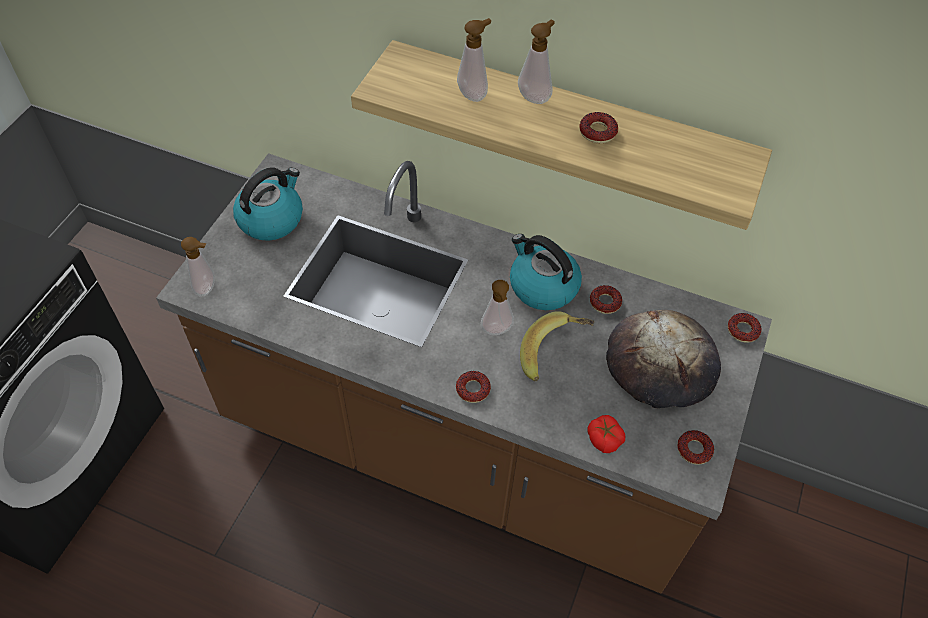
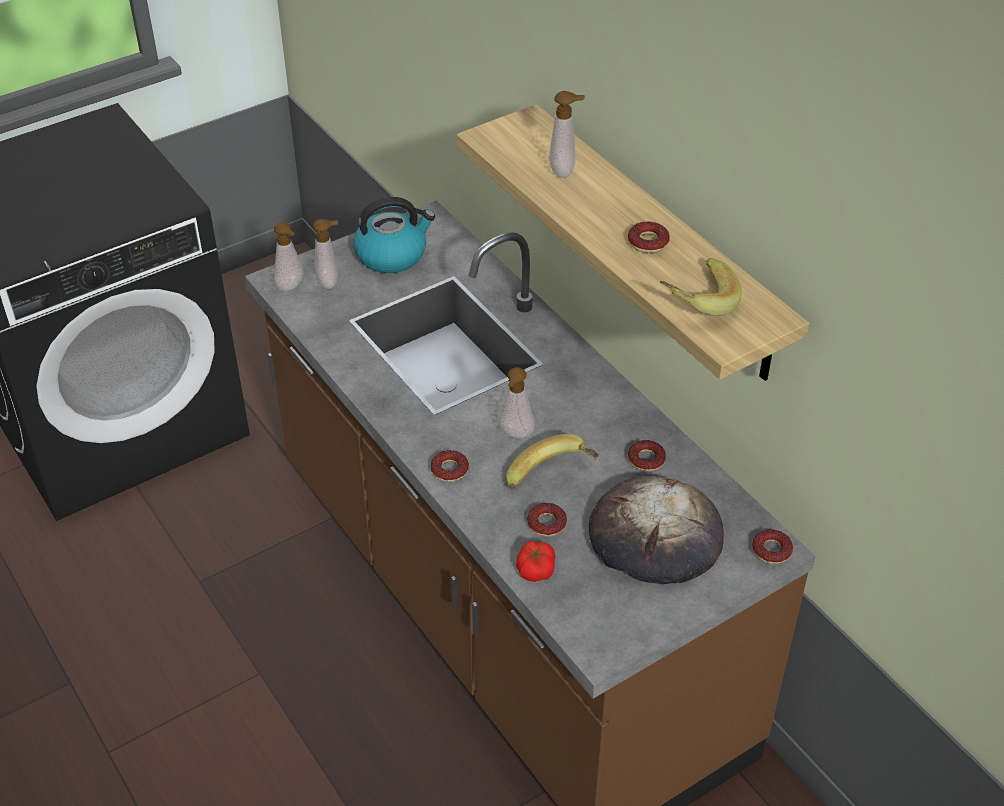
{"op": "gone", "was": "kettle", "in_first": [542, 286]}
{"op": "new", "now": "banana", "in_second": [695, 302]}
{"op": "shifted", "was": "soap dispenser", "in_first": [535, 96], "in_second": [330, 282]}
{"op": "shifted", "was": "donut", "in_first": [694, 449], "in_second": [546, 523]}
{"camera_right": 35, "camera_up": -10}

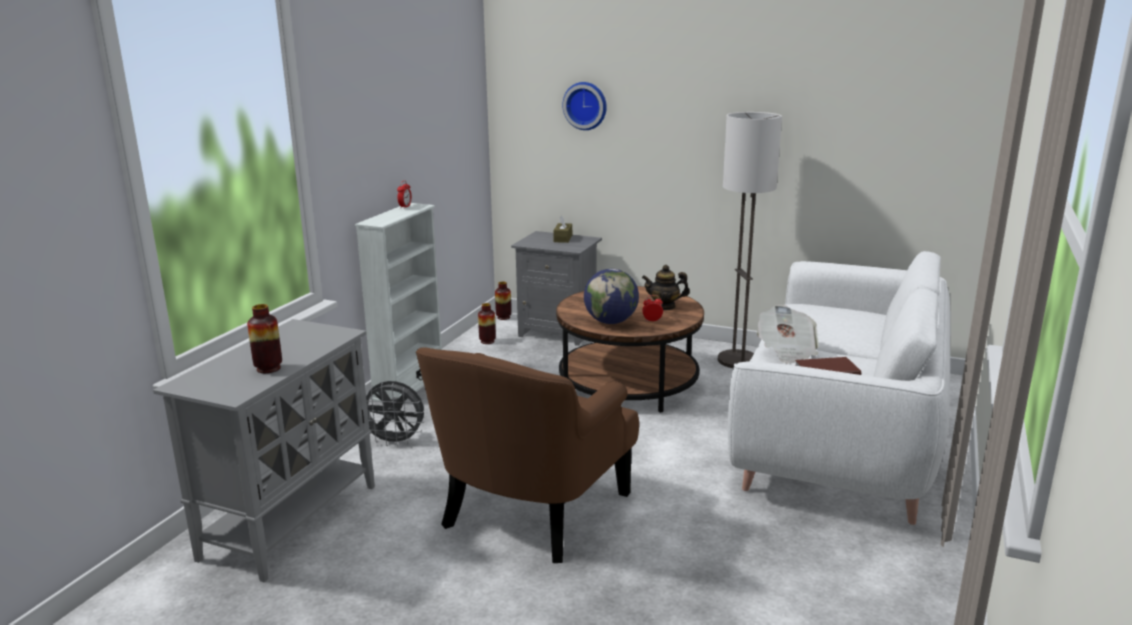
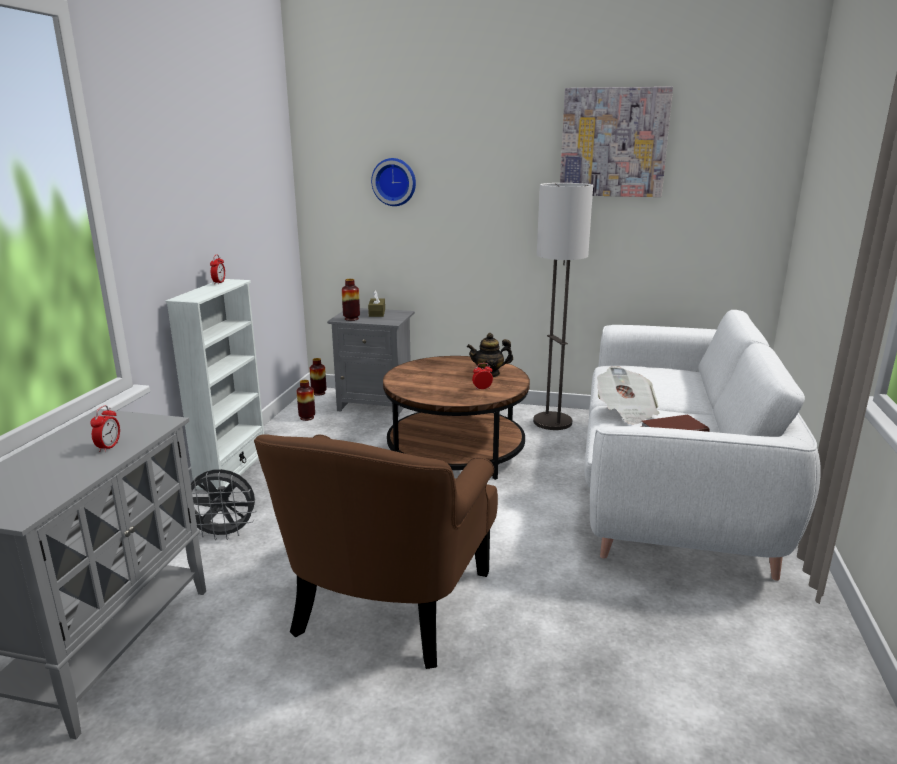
{"op": "gone", "was": "globe", "in_first": [611, 322]}
{"op": "new", "now": "alarm clock", "in_second": [109, 447]}
{"op": "new", "now": "picture", "in_second": [613, 143]}
{"op": "shifted", "was": "vase", "in_first": [268, 368], "in_second": [351, 319]}
{"camera_right": -10, "camera_up": 0}

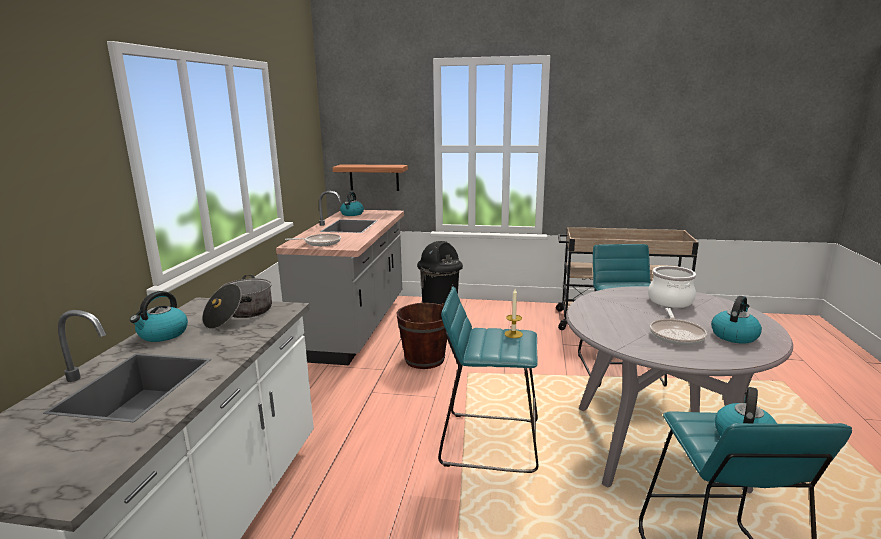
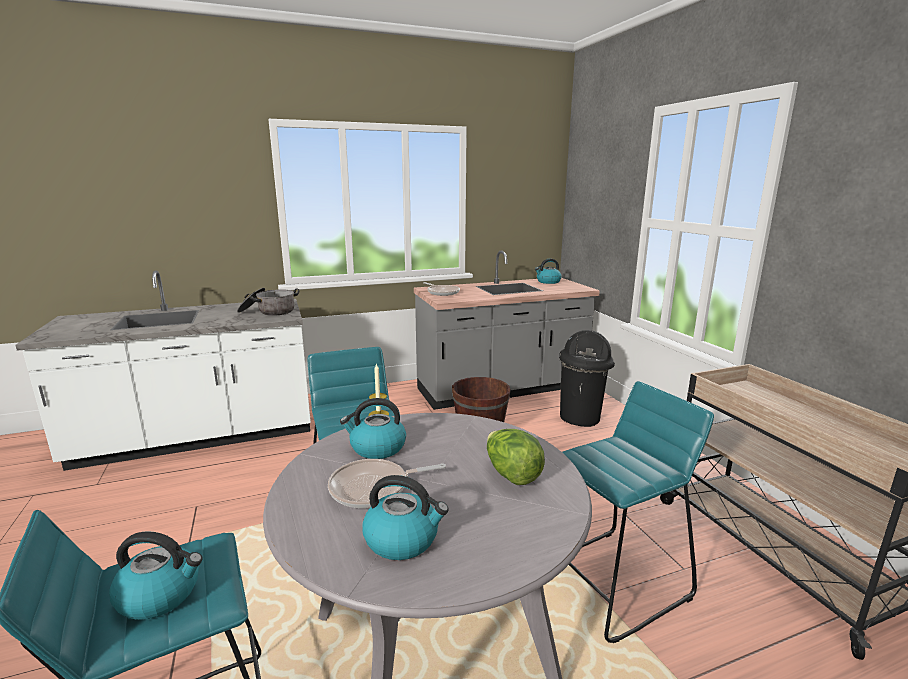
{"op": "gone", "was": "shelf", "in_first": [374, 177]}
{"op": "shifted", "was": "kettle", "in_first": [163, 334], "in_second": [377, 448]}
{"op": "swapped", "was": "cooking pot", "now": "lettuce", "in_first": [670, 301], "in_second": [511, 474]}
{"camera_right": 60, "camera_up": 0}

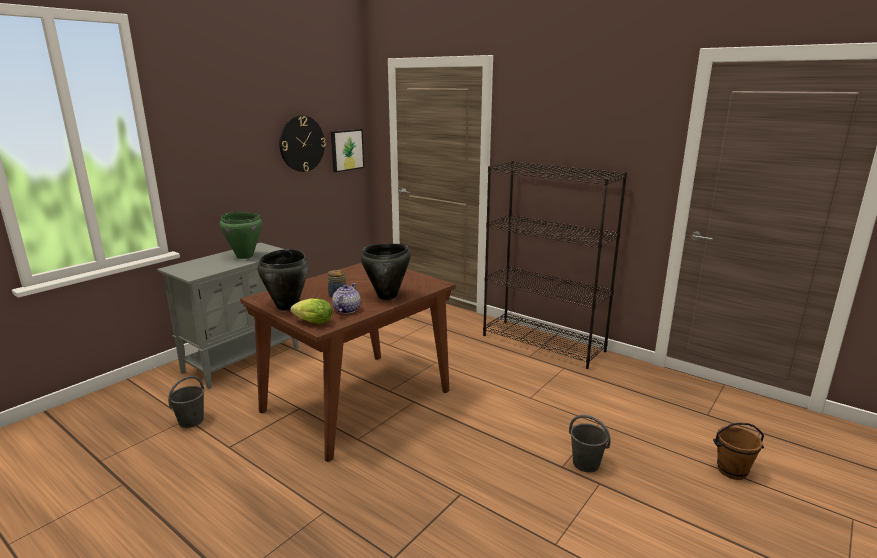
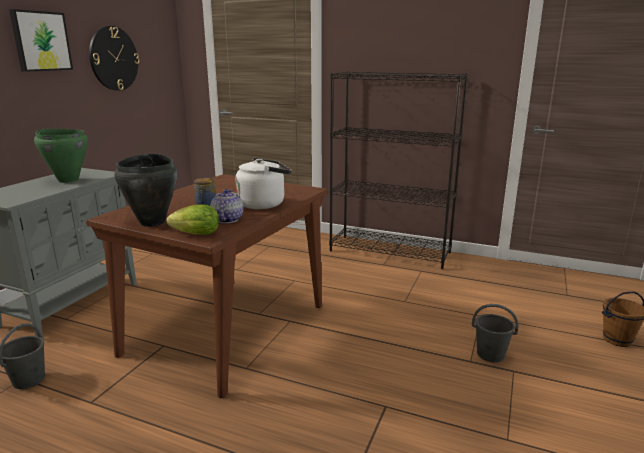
{"op": "shifted", "was": "picture", "in_first": [346, 150], "in_second": [41, 41]}
{"op": "swapped", "was": "black cooking pot", "now": "white kettle", "in_first": [387, 296], "in_second": [264, 204]}
{"camera_right": -15, "camera_up": 0}

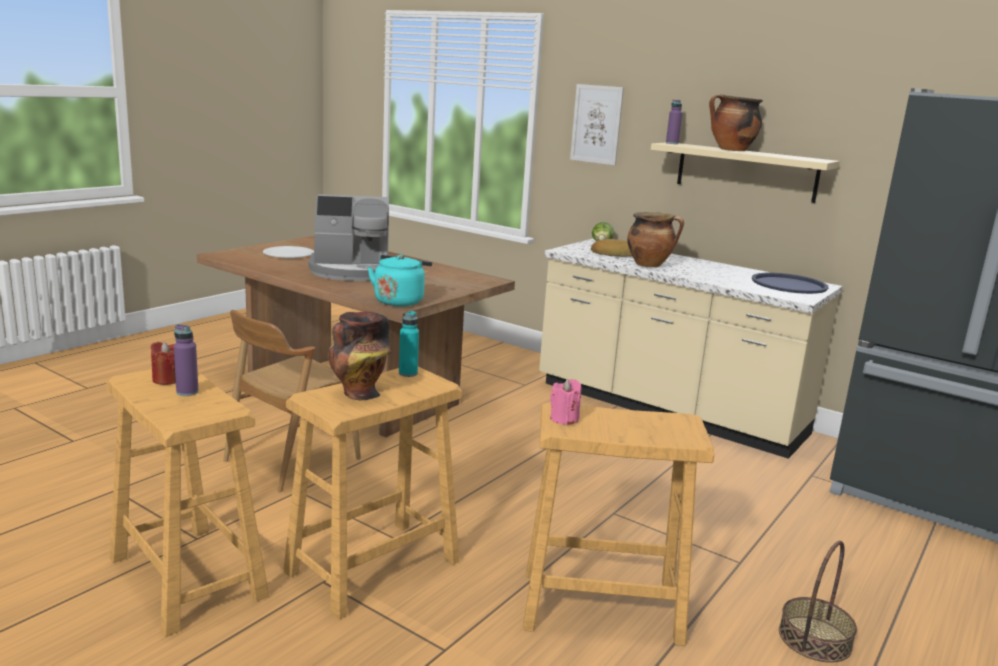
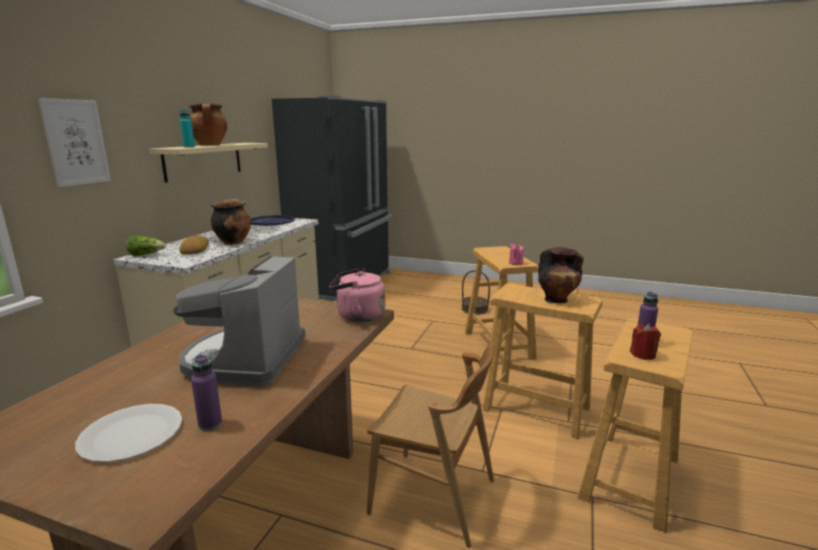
{"op": "shifted", "was": "turquoise bottle", "in_first": [408, 373], "in_second": [189, 147]}
{"op": "shifted", "was": "purple bottle", "in_first": [672, 143], "in_second": [210, 424]}
{"op": "repainted", "was": "turquoise kettle", "now": "pink kettle", "in_first": [400, 301], "in_second": [357, 316]}
{"op": "rotated", "was": "coffee machine", "in_first": [351, 271], "in_second": [245, 359], "clockwise": -150}
{"camera_right": -105, "camera_up": 0}

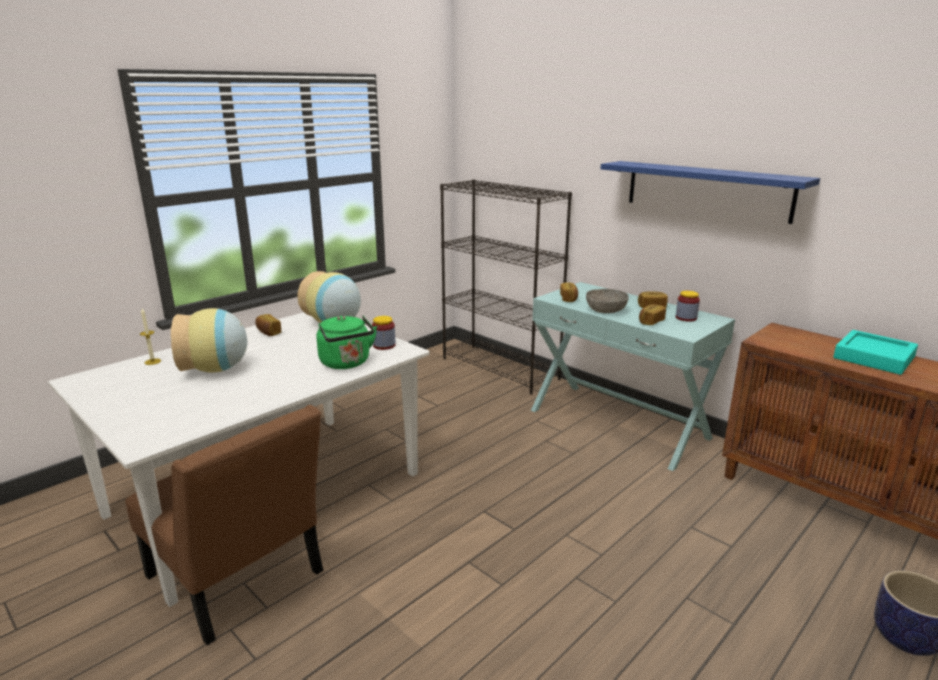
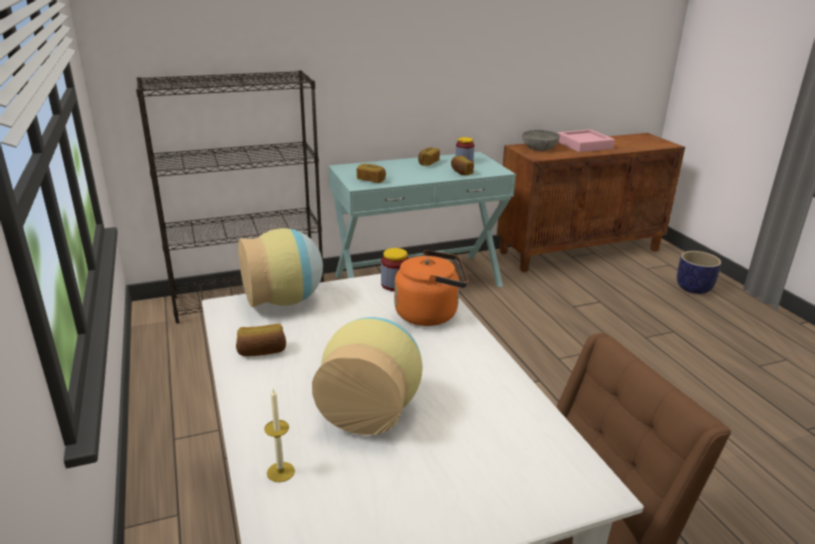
{"op": "gone", "was": "blue shelf", "in_first": [706, 190]}
{"op": "shifted", "was": "grey bowl", "in_first": [605, 310], "in_second": [539, 148]}
{"op": "repainted", "was": "green kettle", "now": "orange kettle", "in_first": [346, 363], "in_second": [430, 314]}
{"op": "repainted", "was": "turquoise tray", "now": "pink tray", "in_first": [873, 357], "in_second": [584, 145]}
{"camera_right": -65, "camera_up": 5}

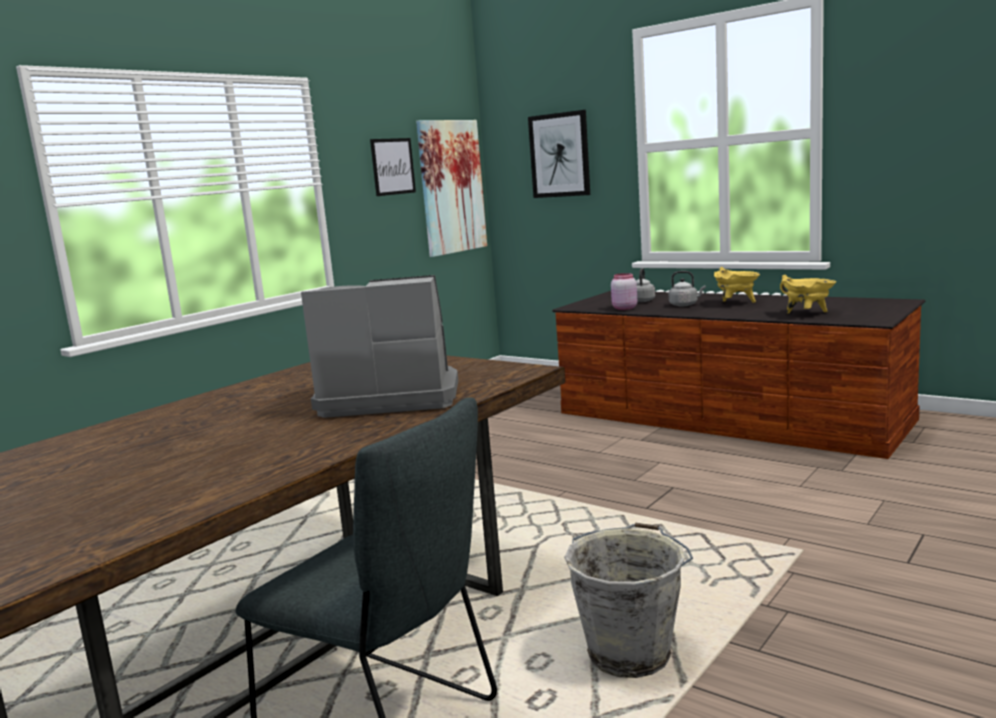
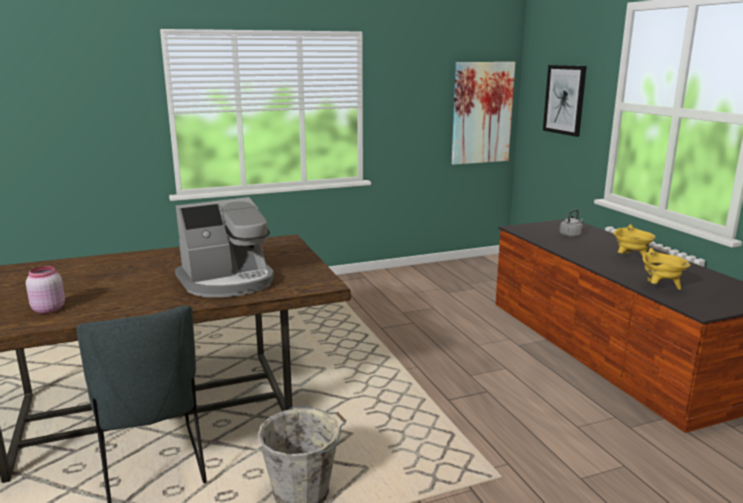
{"op": "gone", "was": "picture", "in_first": [393, 166]}
{"op": "gone", "was": "grey kettle", "in_first": [685, 305]}
{"op": "shifted", "was": "pink jar", "in_first": [623, 308], "in_second": [48, 309]}
{"op": "rotated", "was": "coffee machine", "in_first": [388, 397], "in_second": [228, 282], "clockwise": 120}
{"camera_right": 30, "camera_up": 5}

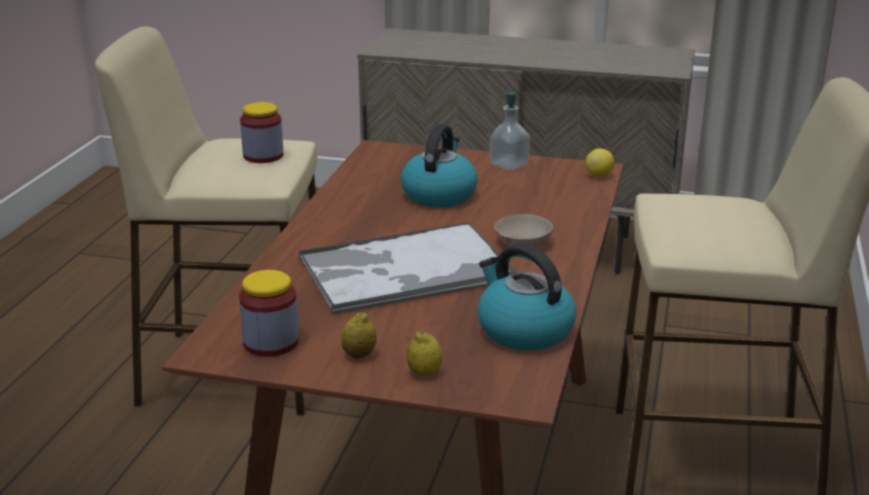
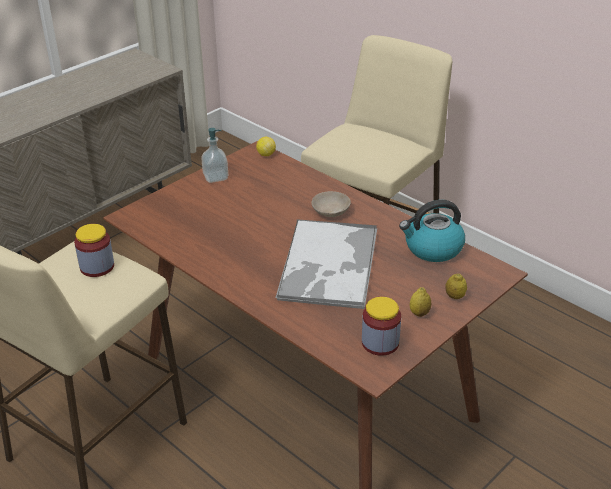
{"op": "gone", "was": "kettle", "in_first": [439, 194]}
{"camera_right": -60, "camera_up": 10}

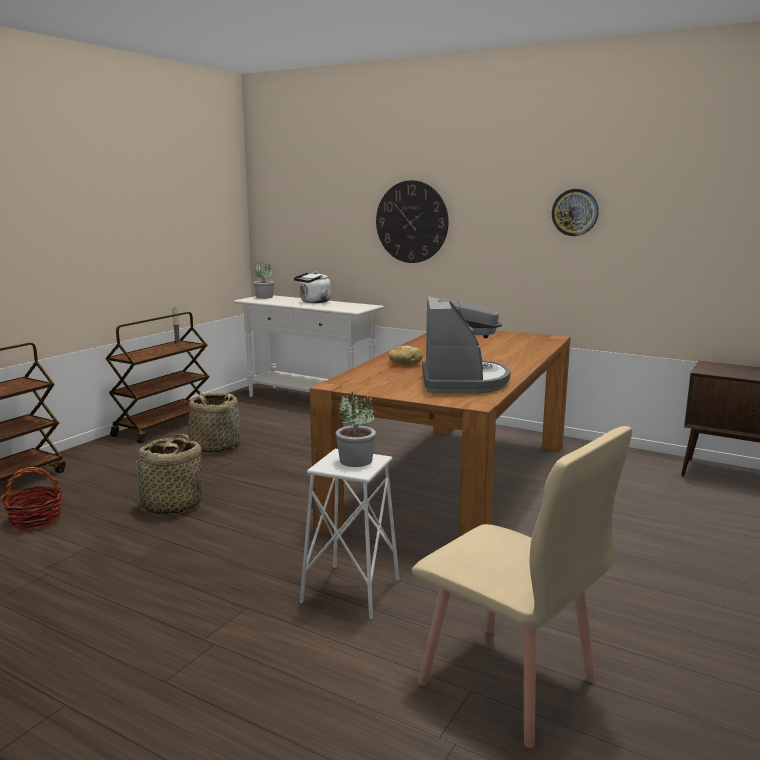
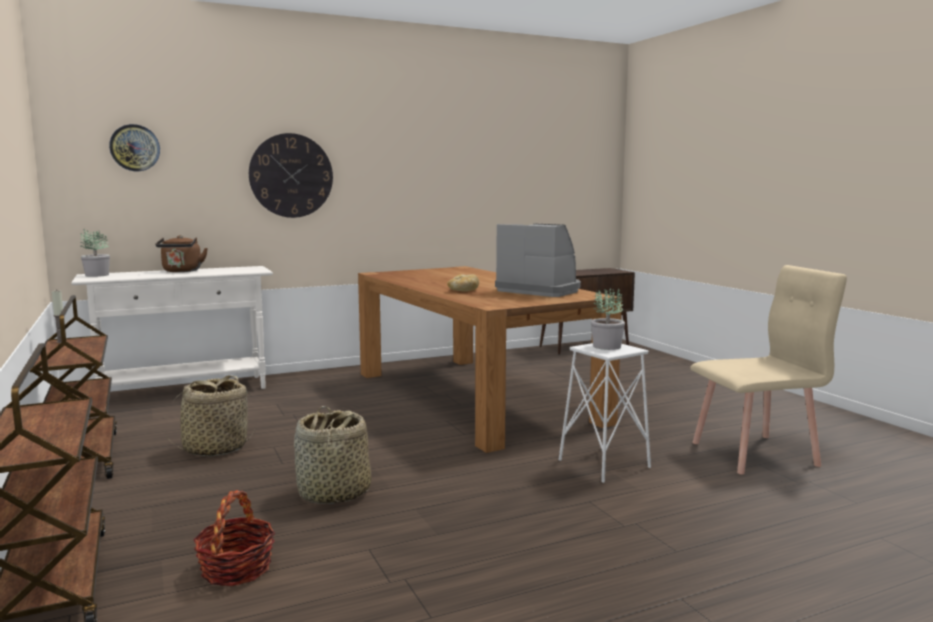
{"op": "shifted", "was": "wall clock", "in_first": [575, 212], "in_second": [135, 148]}
{"op": "repainted", "was": "white kettle", "now": "brown kettle", "in_first": [313, 302], "in_second": [181, 271]}
{"camera_right": -55, "camera_up": -5}

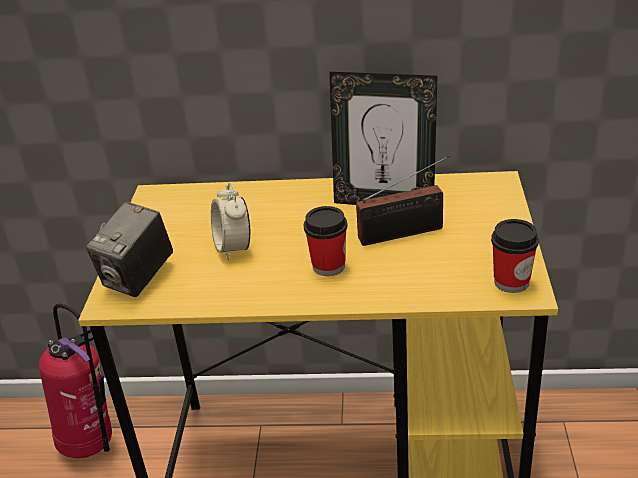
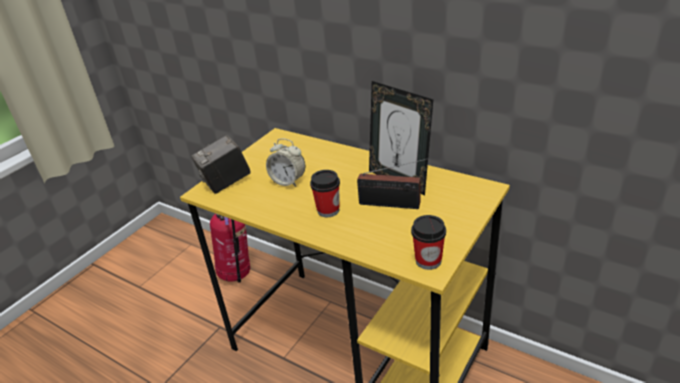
{"op": "rotated", "was": "alarm clock", "in_first": [233, 248], "in_second": [288, 181], "clockwise": -75}
{"camera_right": 30, "camera_up": 0}

